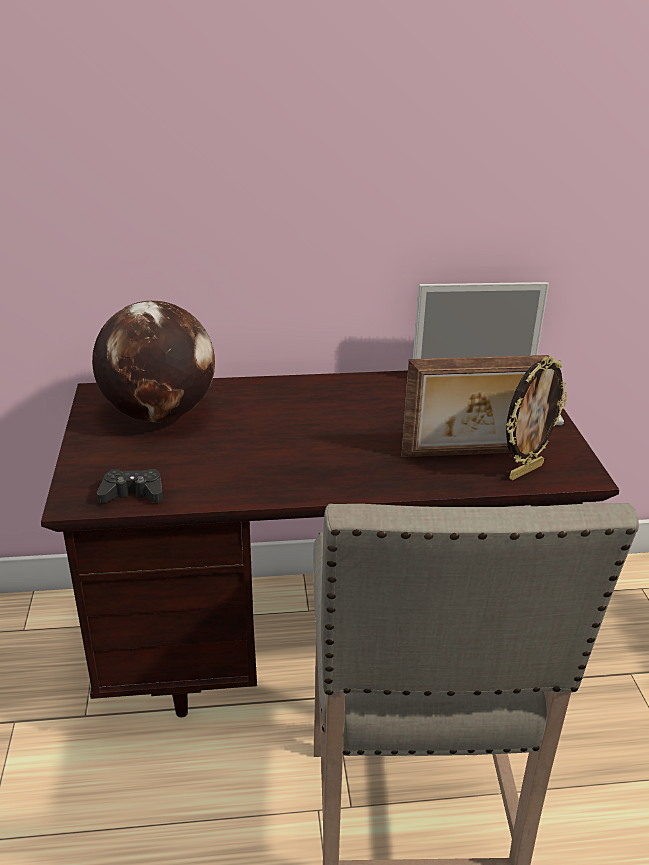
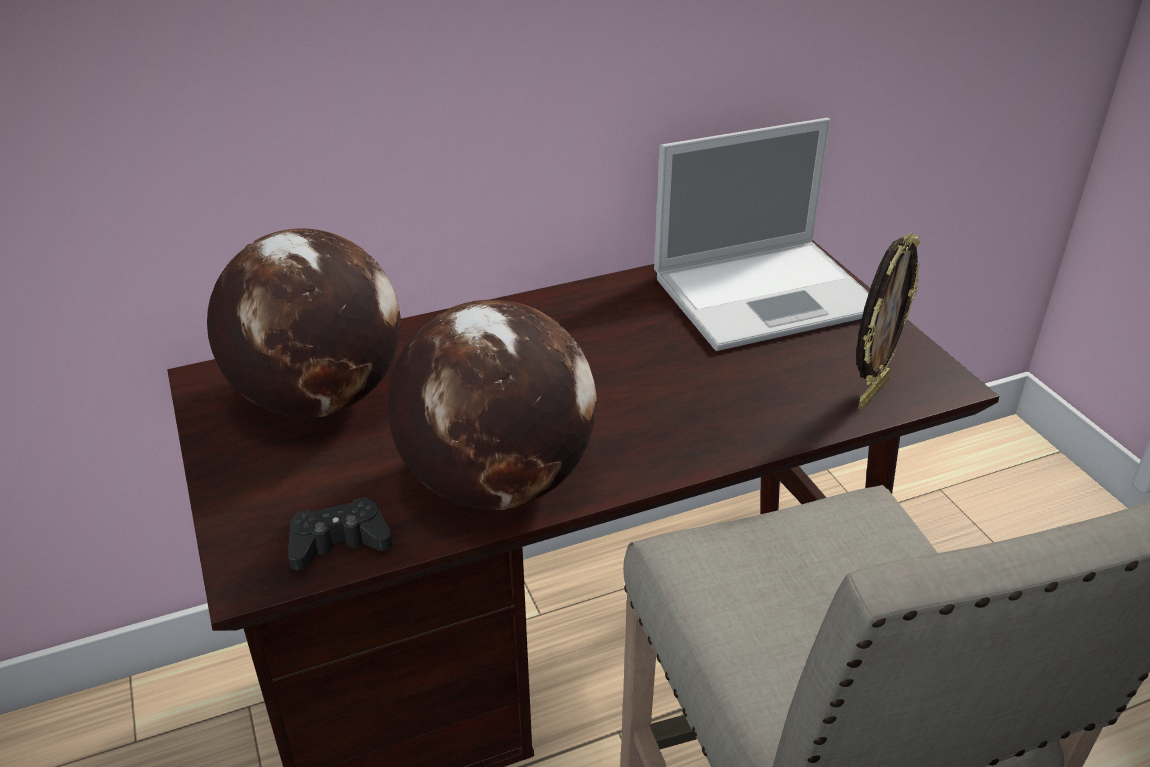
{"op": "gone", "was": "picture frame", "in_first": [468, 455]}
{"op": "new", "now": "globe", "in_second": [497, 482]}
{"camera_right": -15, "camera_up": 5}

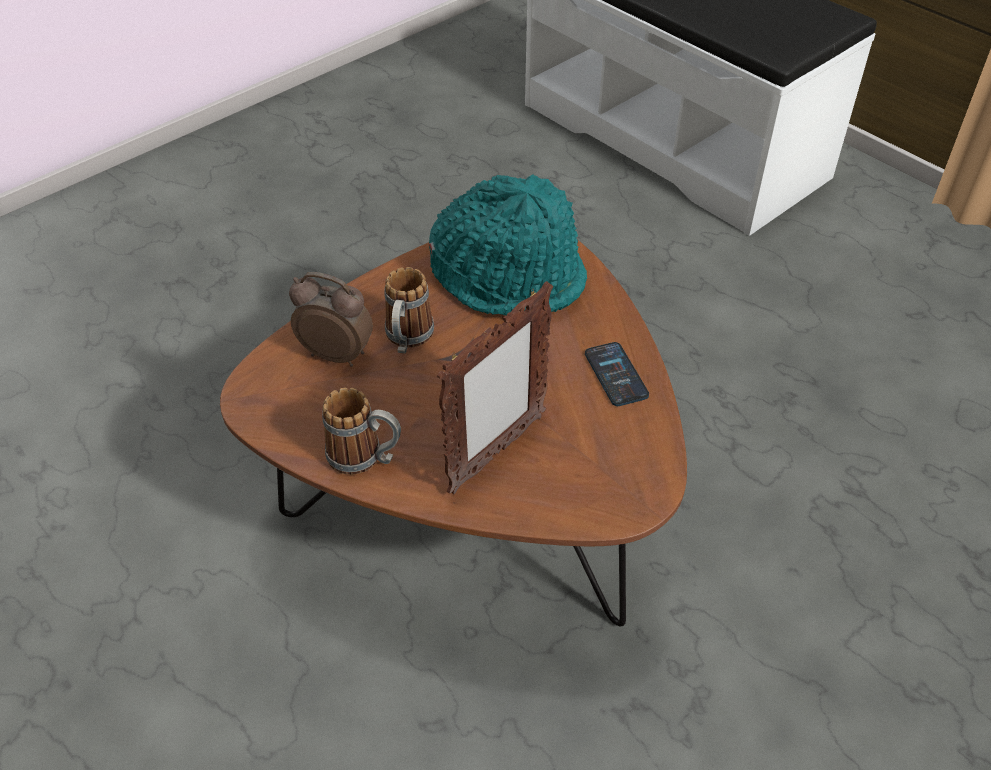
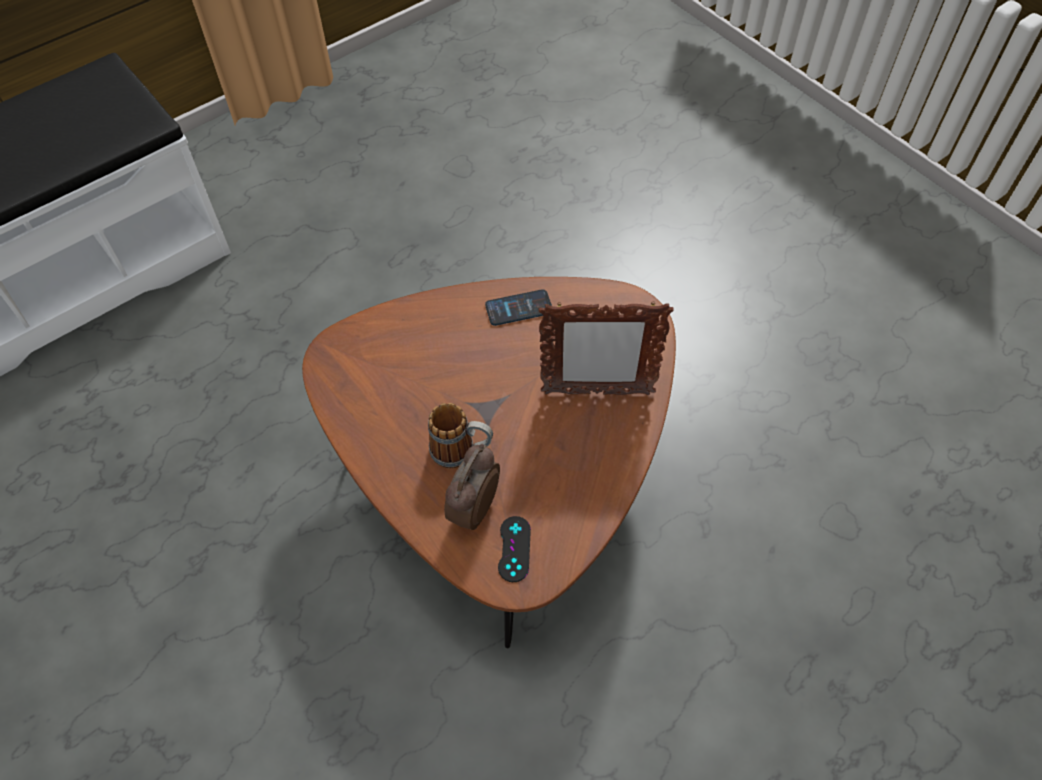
{"op": "gone", "was": "mug", "in_first": [365, 458]}
{"op": "gone", "was": "turquoise hat", "in_first": [509, 276]}
{"op": "new", "now": "black game controller", "in_second": [514, 549]}
{"op": "rotated", "was": "picture frame", "in_first": [496, 454], "in_second": [596, 392], "clockwise": 135}
{"camera_right": -85, "camera_up": 10}

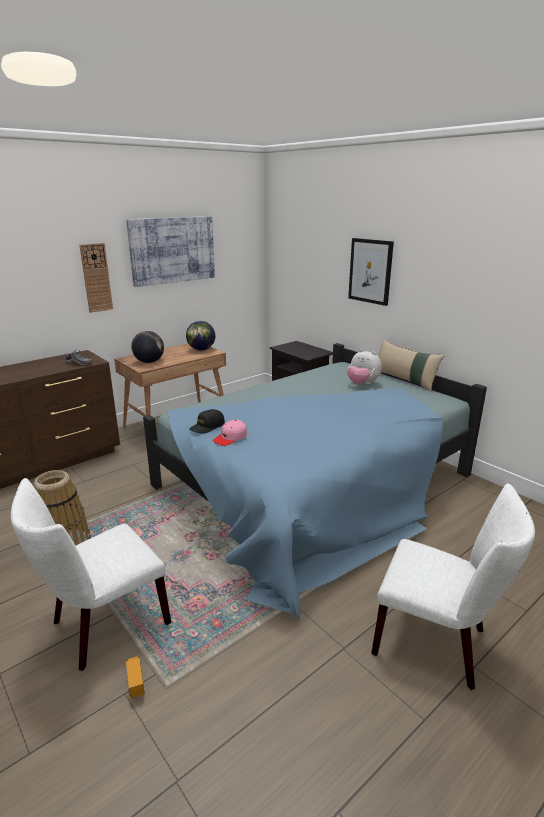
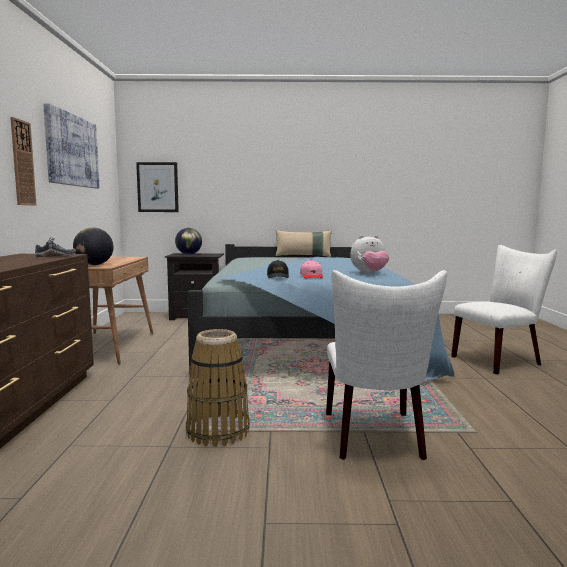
{"op": "gone", "was": "toy truck", "in_first": [136, 681]}
{"op": "shifted", "was": "globe", "in_first": [201, 349], "in_second": [189, 254]}
{"op": "shifted", "was": "plush toy", "in_first": [362, 384], "in_second": [369, 273]}
{"op": "shifted", "was": "picture", "in_first": [370, 271], "in_second": [158, 187]}
{"camera_right": -50, "camera_up": -15}

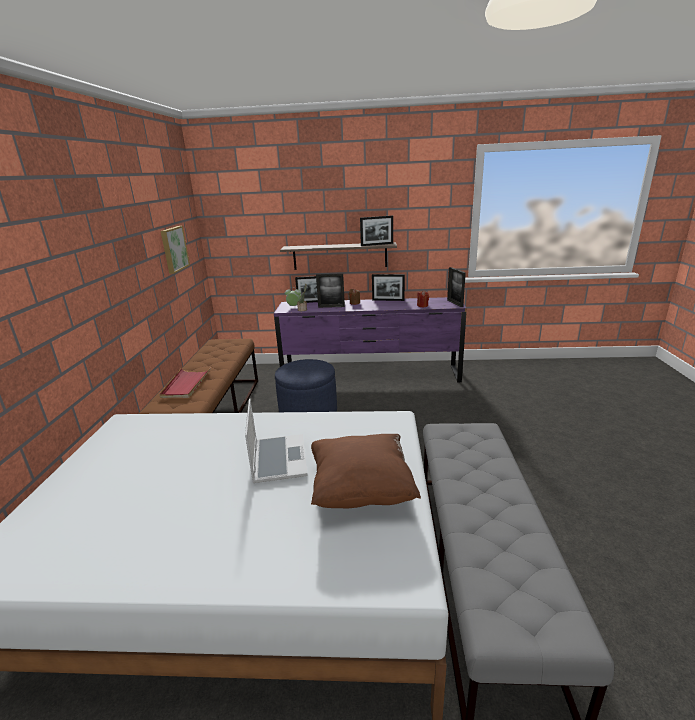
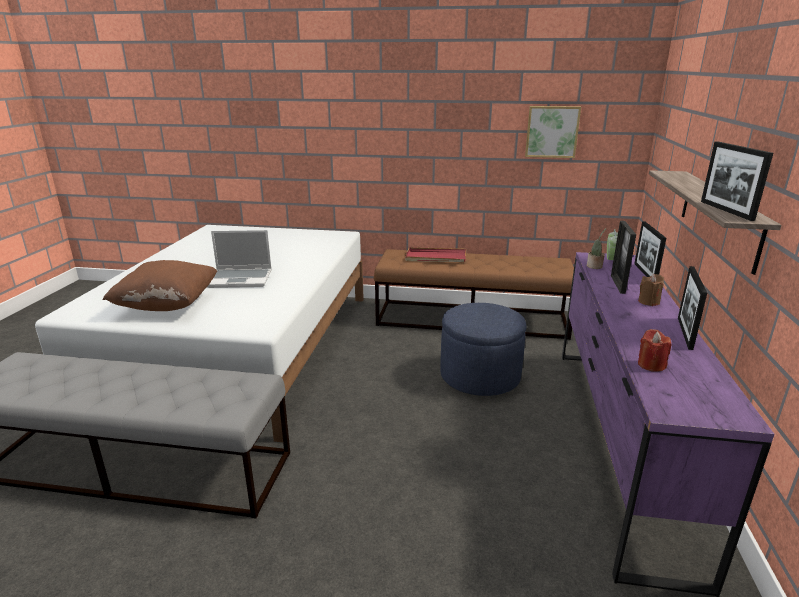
{"op": "gone", "was": "picture frame", "in_first": [455, 303]}
{"camera_right": 95, "camera_up": 0}

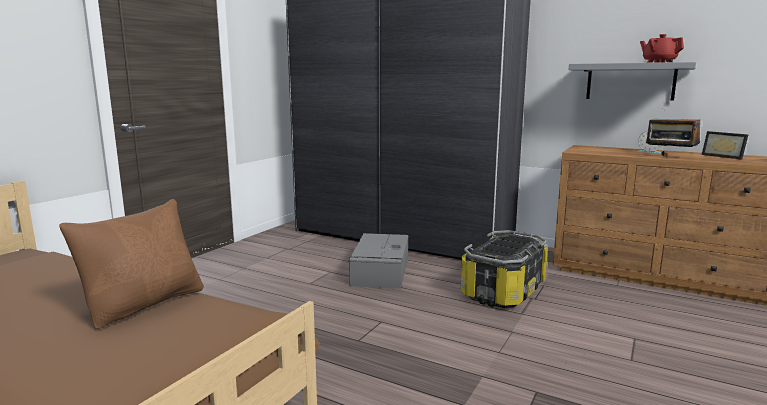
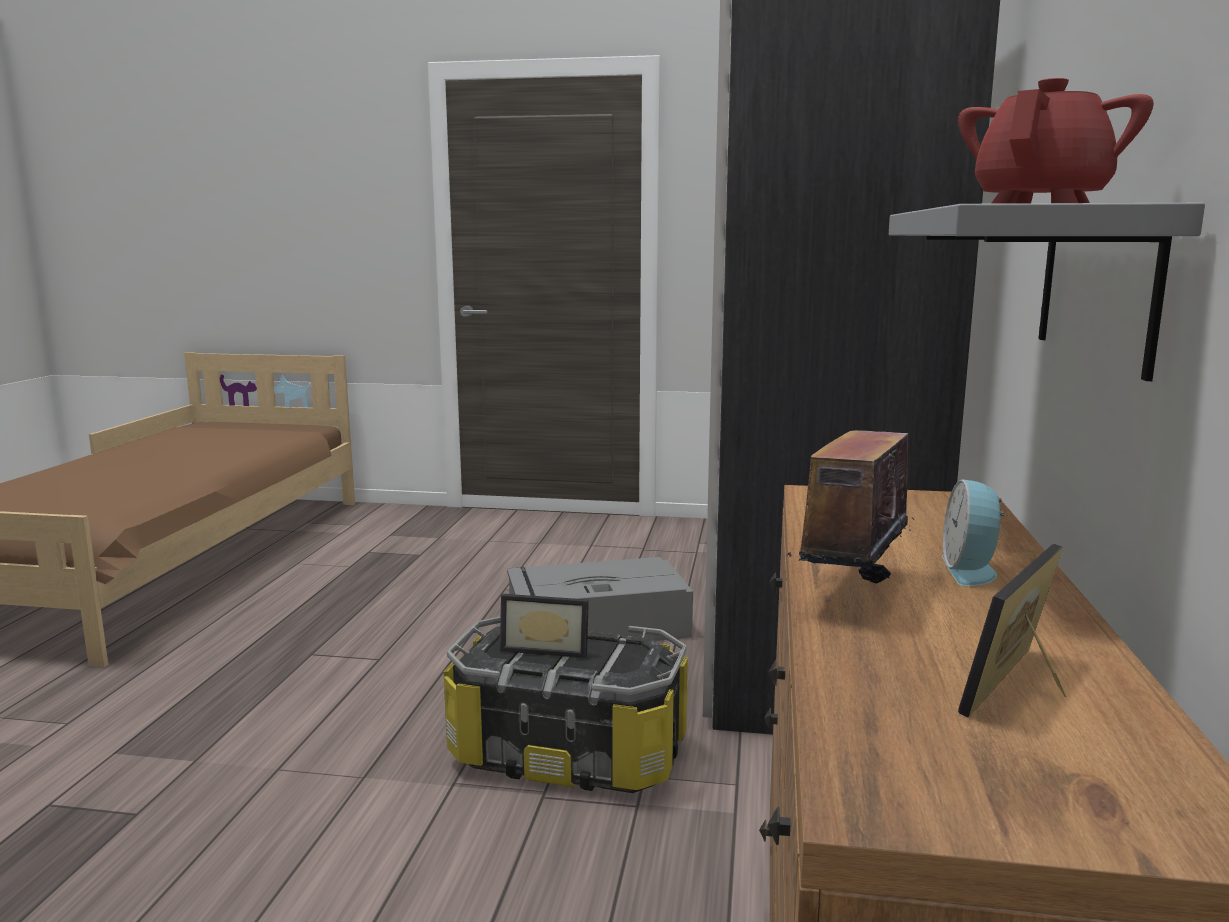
{"op": "gone", "was": "brown pillow", "in_first": [145, 304]}
{"op": "new", "now": "picture frame", "in_second": [546, 648]}
{"camera_right": 70, "camera_up": 0}

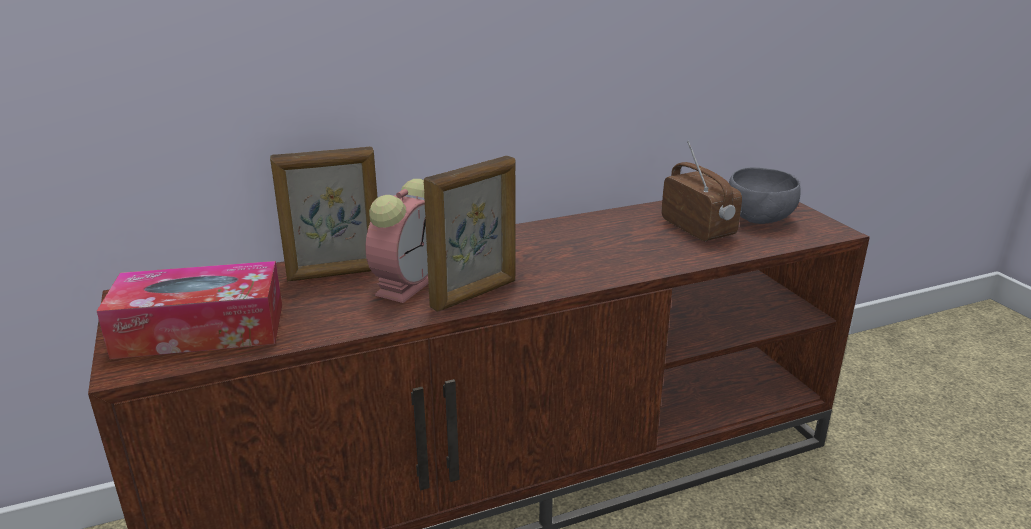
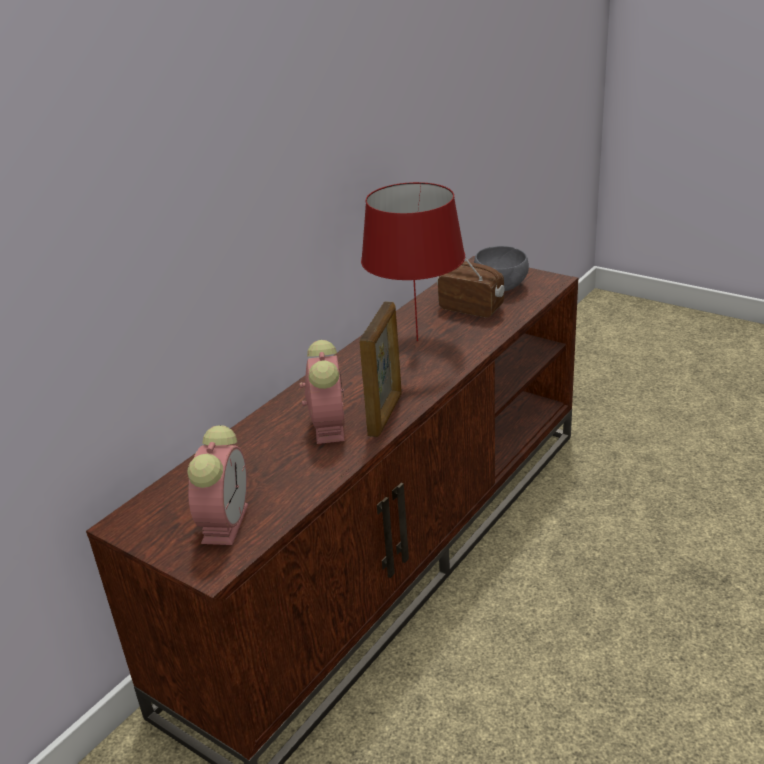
{"op": "gone", "was": "picture frame", "in_first": [335, 274]}
{"op": "new", "now": "red table lamp", "in_second": [418, 341]}
{"op": "swapped", "was": "tissue box", "now": "alarm clock", "in_first": [201, 330], "in_second": [225, 521]}
{"camera_right": -30, "camera_up": 5}

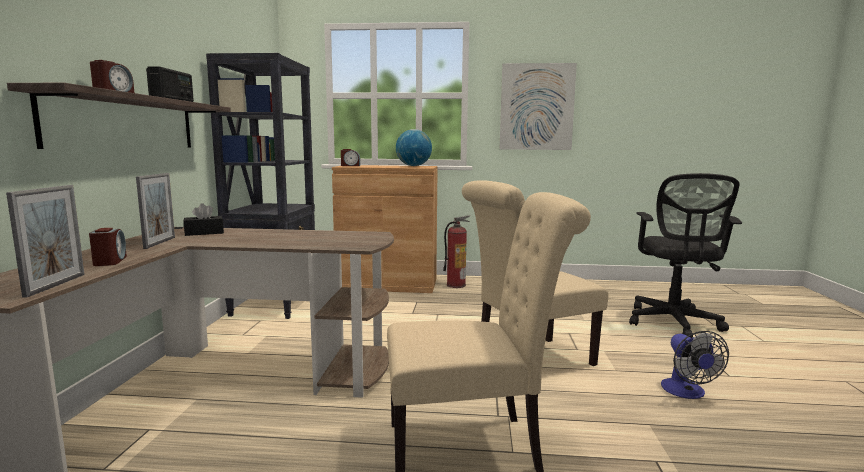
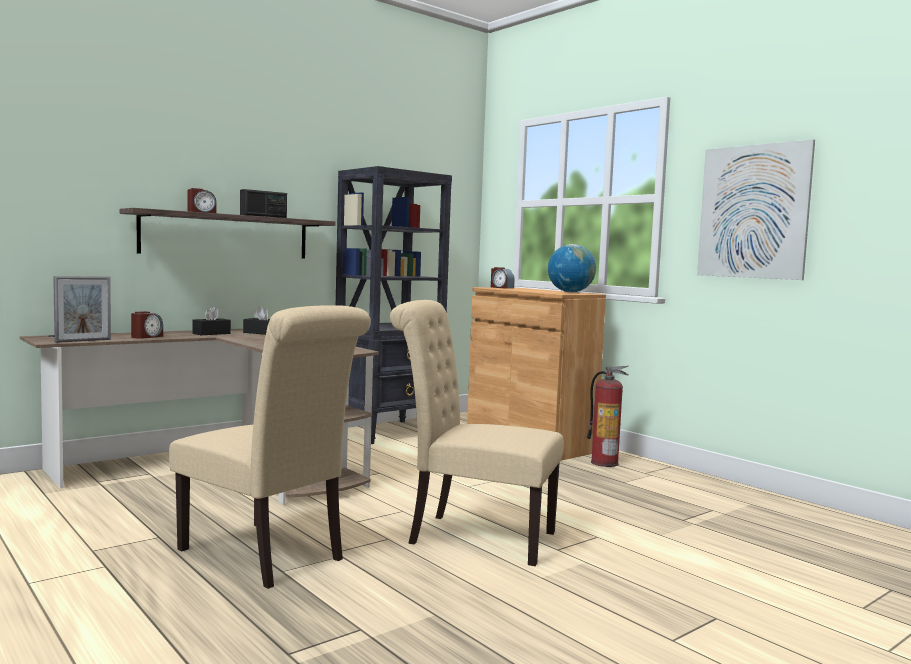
{"op": "gone", "was": "black office chair", "in_first": [673, 323]}
{"op": "gone", "was": "fan", "in_first": [687, 392]}
{"op": "swapped", "was": "picture frame", "now": "black tissue box", "in_first": [160, 243], "in_second": [211, 333]}
{"camera_right": 45, "camera_up": -5}

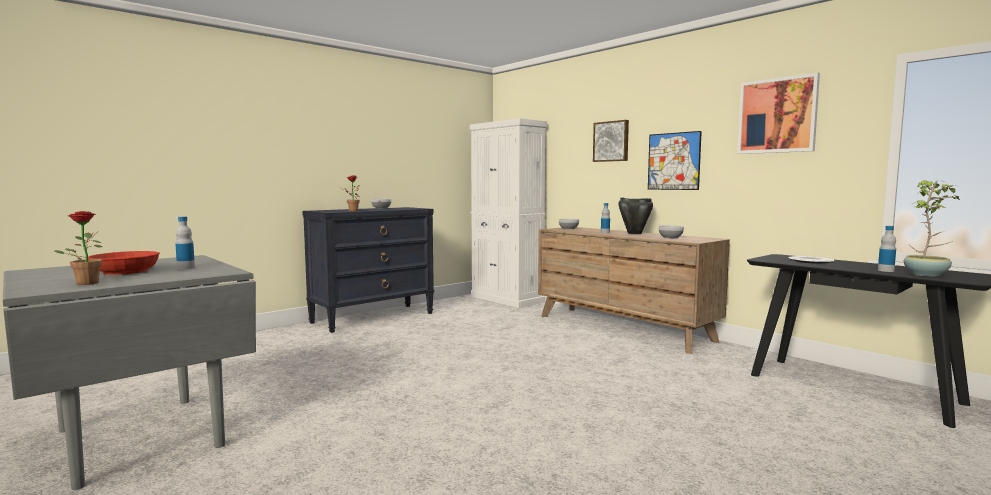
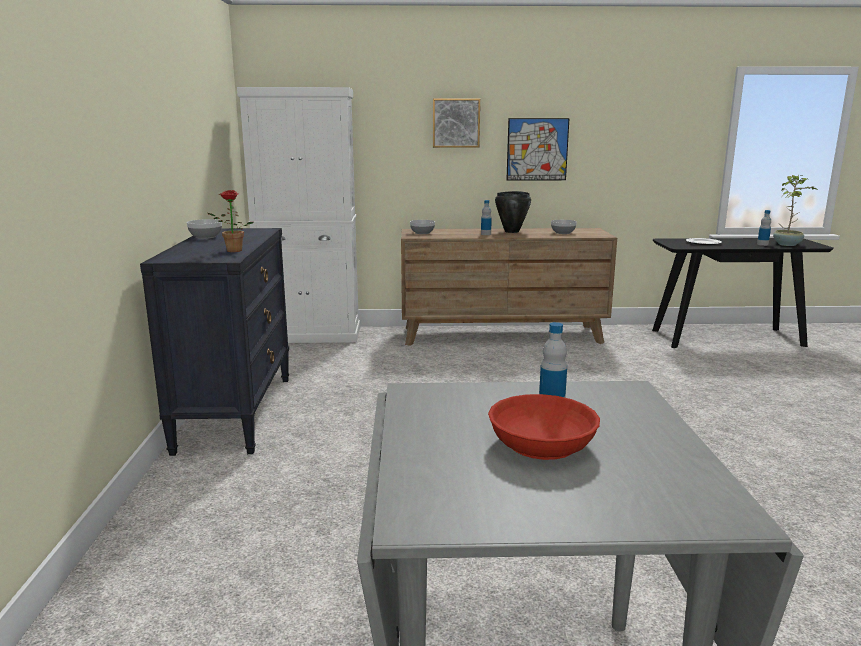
{"op": "gone", "was": "potted plant", "in_first": [86, 282]}
{"op": "gone", "was": "picture", "in_first": [777, 115]}
{"camera_right": -50, "camera_up": 10}

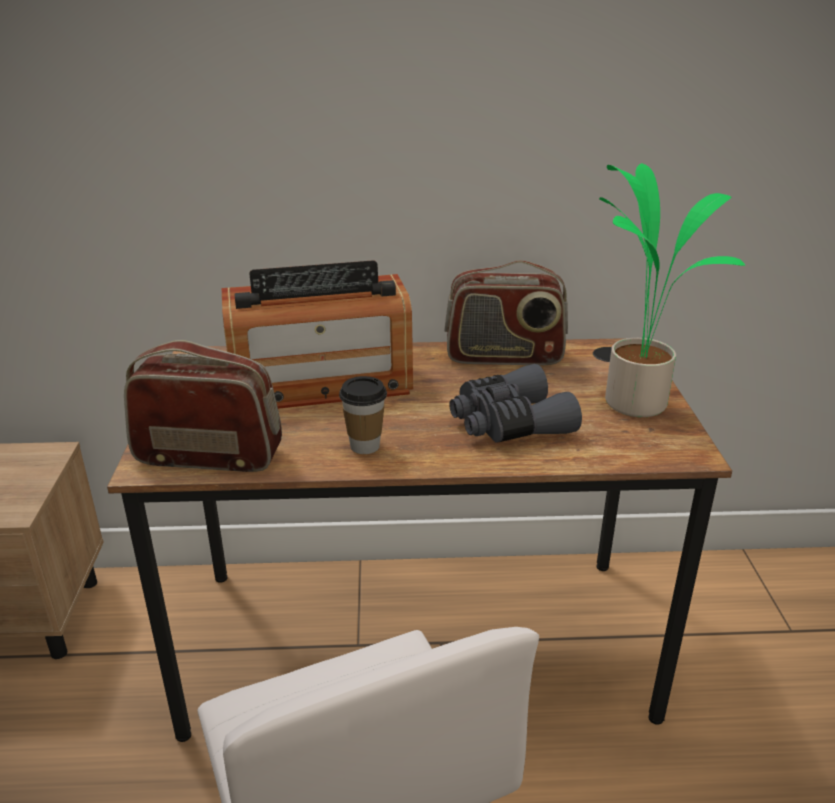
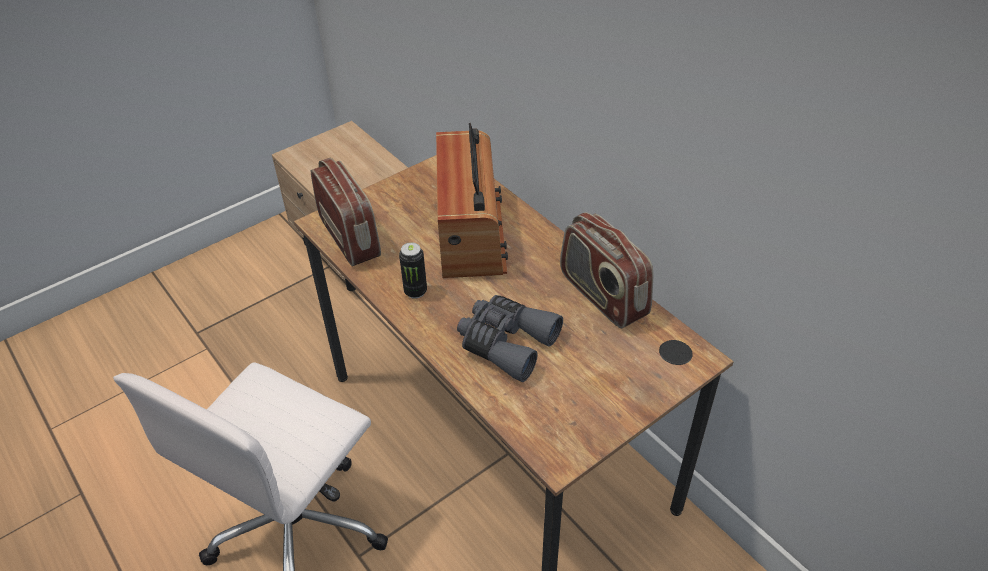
{"op": "gone", "was": "potted plant", "in_first": [635, 401]}
{"op": "swapped", "was": "cup", "now": "can", "in_first": [365, 446], "in_second": [415, 291]}
{"op": "rotated", "was": "radio", "in_first": [321, 383], "in_second": [470, 231], "clockwise": -135}
{"camera_right": 55, "camera_up": 15}

